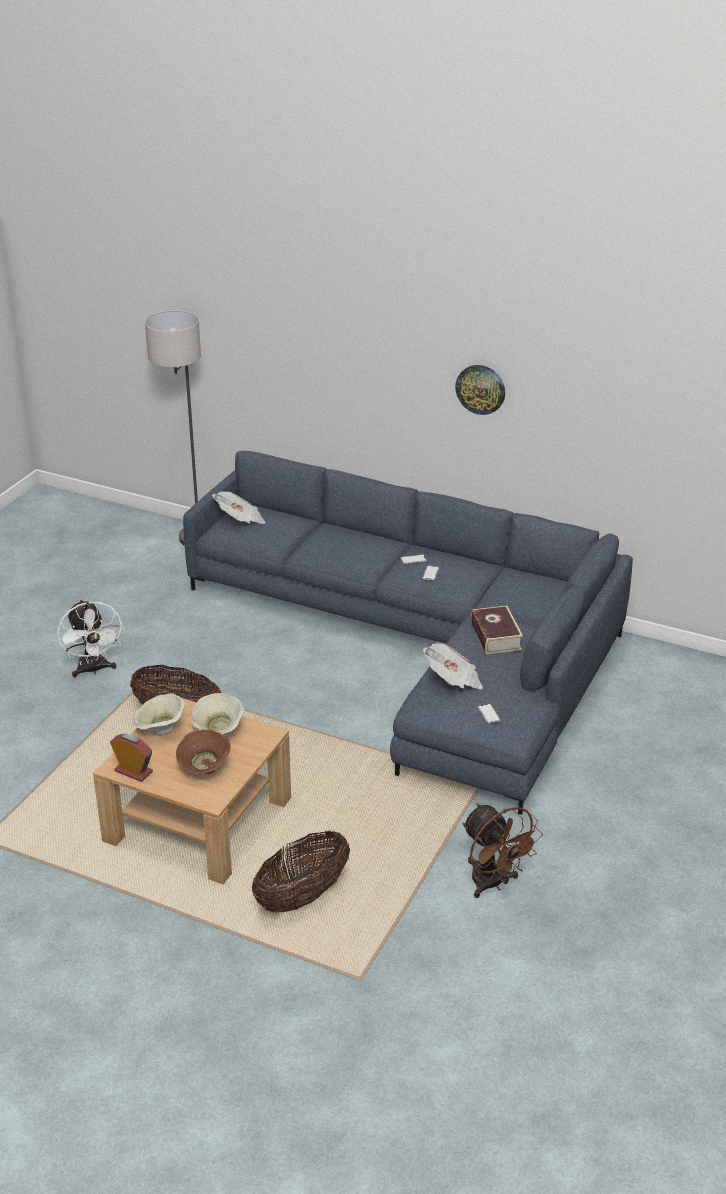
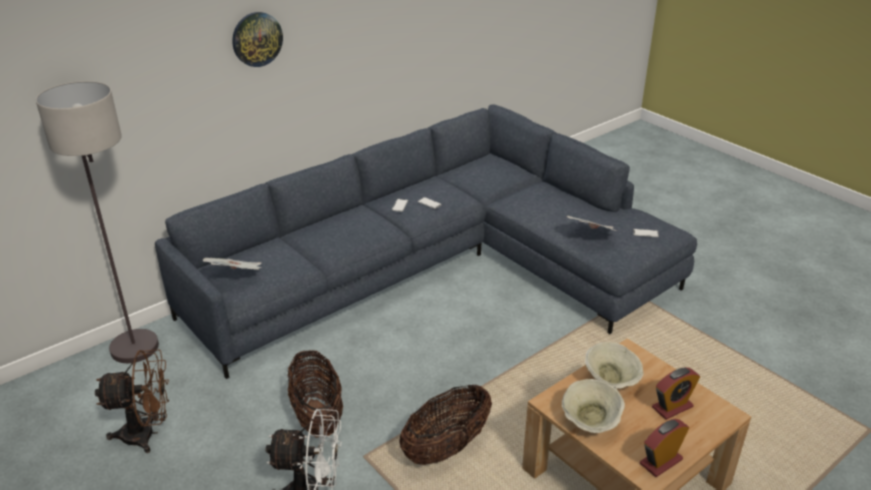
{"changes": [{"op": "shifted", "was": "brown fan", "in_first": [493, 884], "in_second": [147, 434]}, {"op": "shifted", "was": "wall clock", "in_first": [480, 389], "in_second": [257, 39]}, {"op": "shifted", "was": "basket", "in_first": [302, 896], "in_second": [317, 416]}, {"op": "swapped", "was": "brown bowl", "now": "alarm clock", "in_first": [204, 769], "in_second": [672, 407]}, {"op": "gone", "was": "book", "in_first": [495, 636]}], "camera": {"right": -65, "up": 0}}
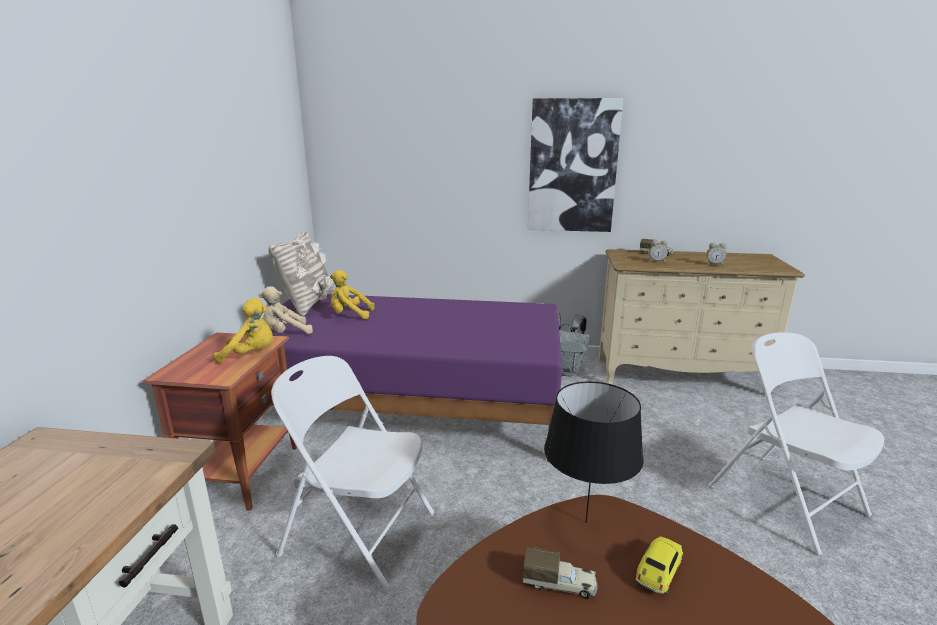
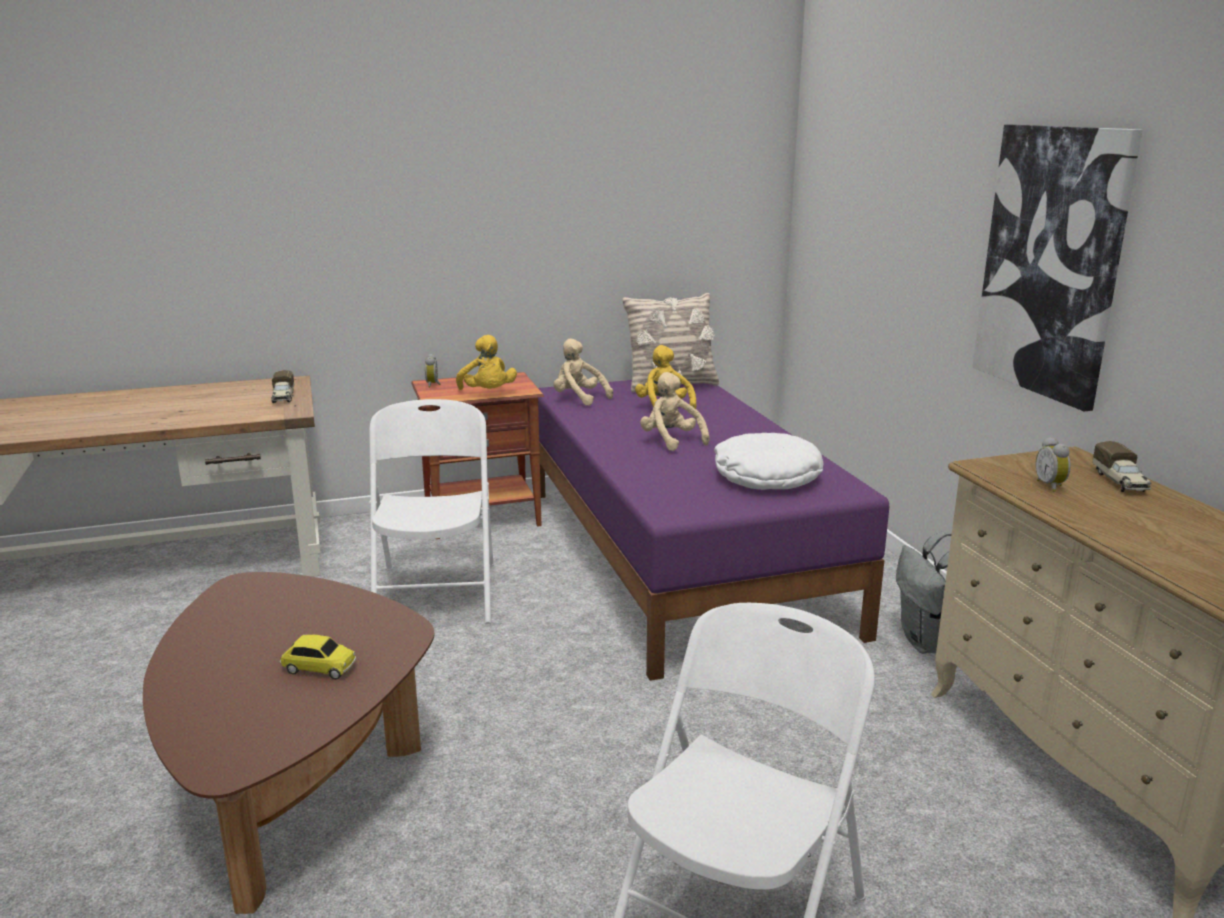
{"changes": [{"op": "shifted", "was": "toy truck", "in_first": [559, 584], "in_second": [283, 397]}, {"op": "shifted", "was": "alarm clock", "in_first": [714, 264], "in_second": [433, 385]}, {"op": "new", "now": "beige plush toy", "in_second": [671, 441]}, {"op": "new", "now": "white pillow", "in_second": [766, 478]}, {"op": "gone", "was": "black table lamp", "in_first": [585, 522]}], "camera": {"right": 65, "up": 0}}
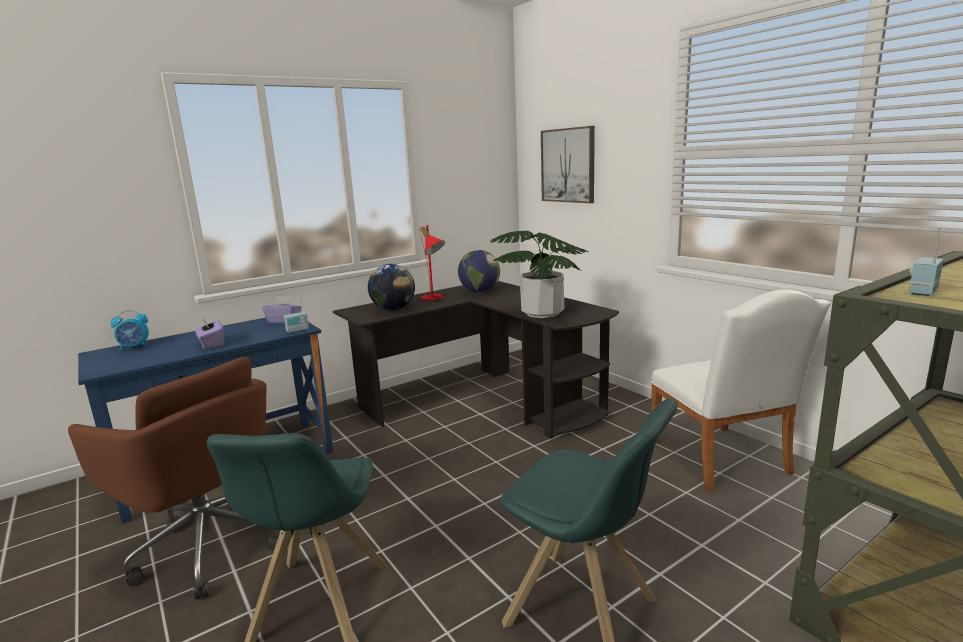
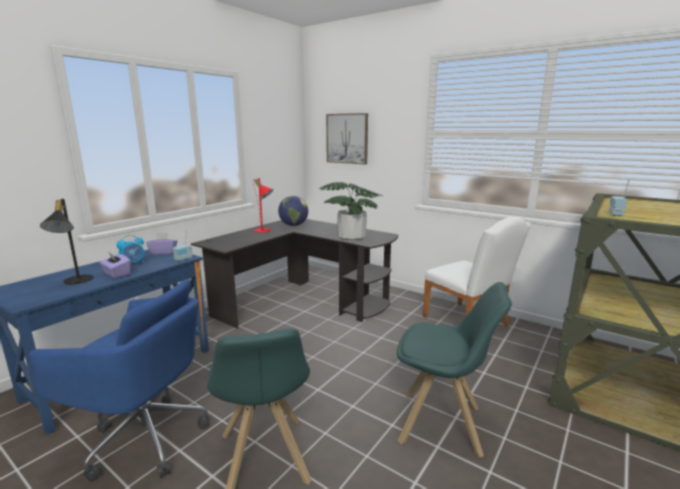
{"changes": [{"op": "repainted", "was": "brown office chair", "now": "blue office chair", "in_first": [205, 548], "in_second": [143, 439]}, {"op": "new", "now": "black table lamp", "in_second": [75, 281]}, {"op": "shifted", "was": "alarm clock", "in_first": [135, 348], "in_second": [134, 263]}, {"op": "gone", "was": "globe", "in_first": [393, 309]}], "camera": {"right": -20, "up": 0}}
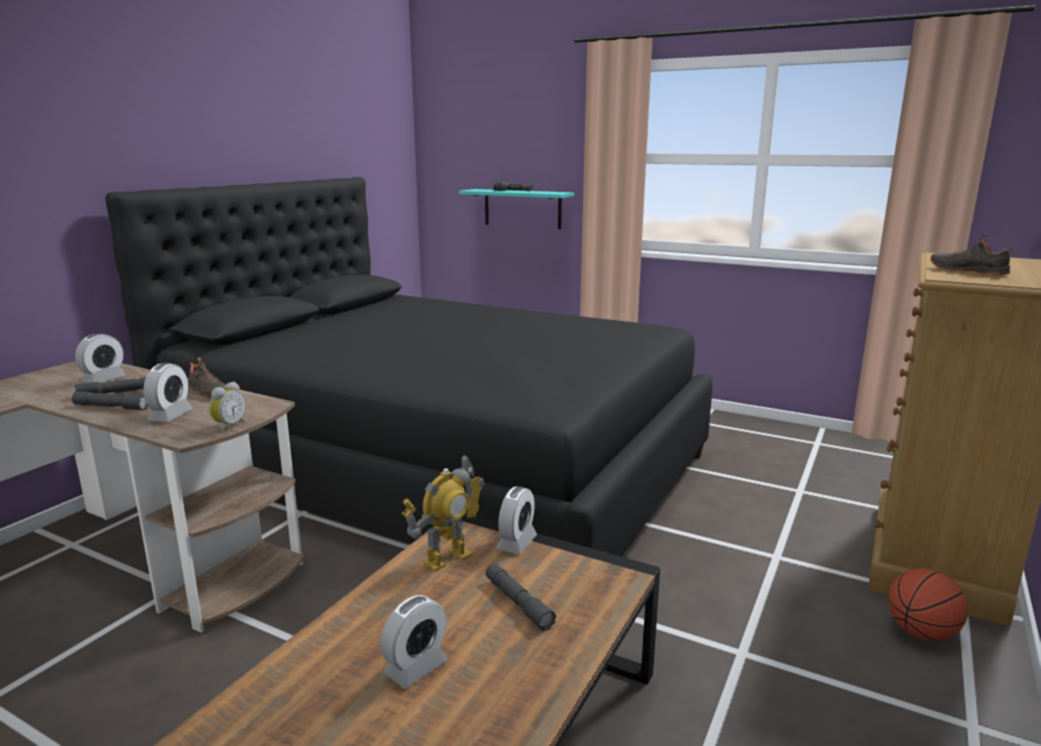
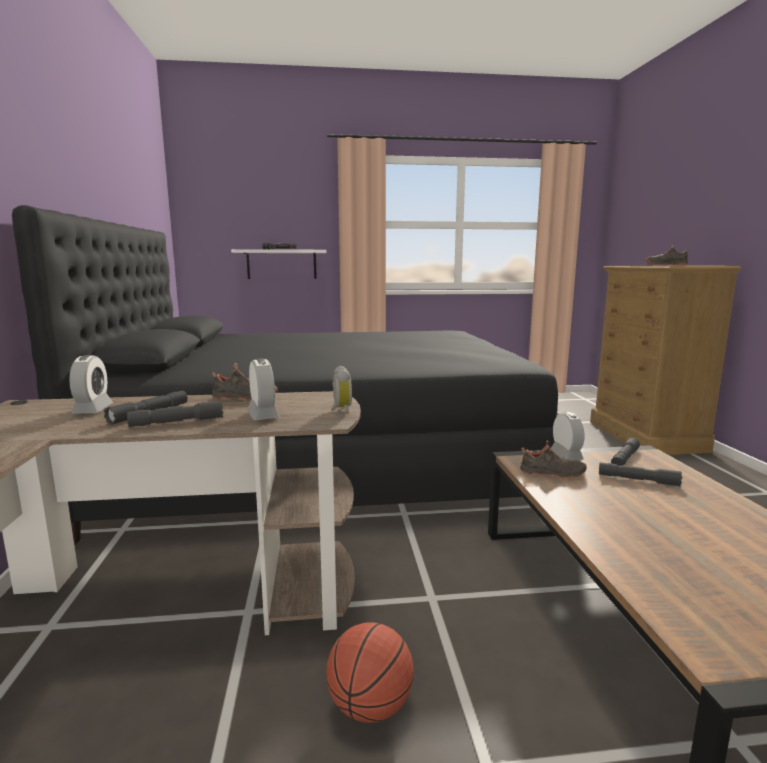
{"changes": [{"op": "repainted", "was": "turquoise shelf", "now": "white shelf", "in_first": [522, 208], "in_second": [281, 264]}, {"op": "shifted", "was": "basketball", "in_first": [921, 633], "in_second": [370, 707]}, {"op": "swapped", "was": "toy robot", "now": "black shoe", "in_first": [447, 558], "in_second": [552, 474]}, {"op": "new", "now": "grey flashlight", "in_second": [624, 459]}, {"op": "gone", "was": "alarm clock", "in_first": [416, 668]}], "camera": {"right": -35, "up": -5}}
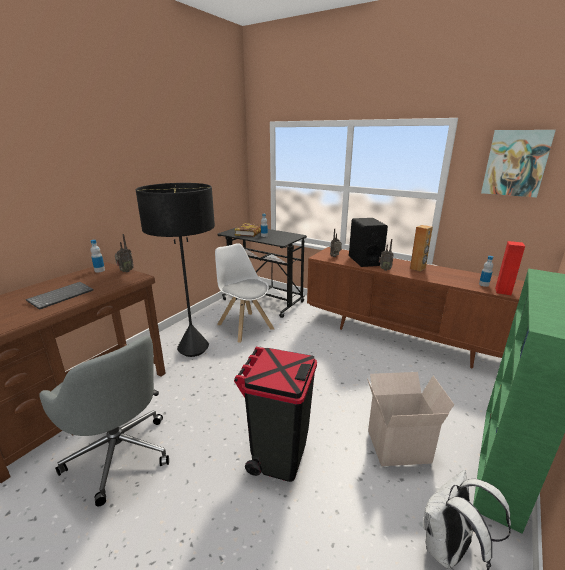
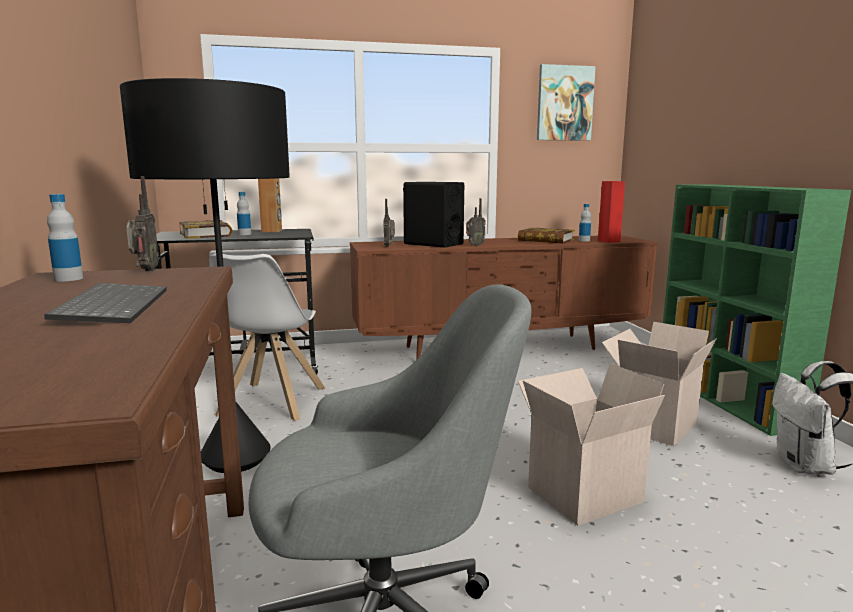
{"changes": [{"op": "rotated", "was": "chair", "in_first": [244, 326], "in_second": [271, 402], "clockwise": -90}, {"op": "shifted", "was": "brown speaker", "in_first": [417, 268], "in_second": [272, 231]}, {"op": "new", "now": "book", "in_second": [545, 240]}, {"op": "swapped", "was": "black trash can", "now": "cardboard box", "in_first": [279, 455], "in_second": [583, 493]}], "camera": {"right": -45, "up": -10}}
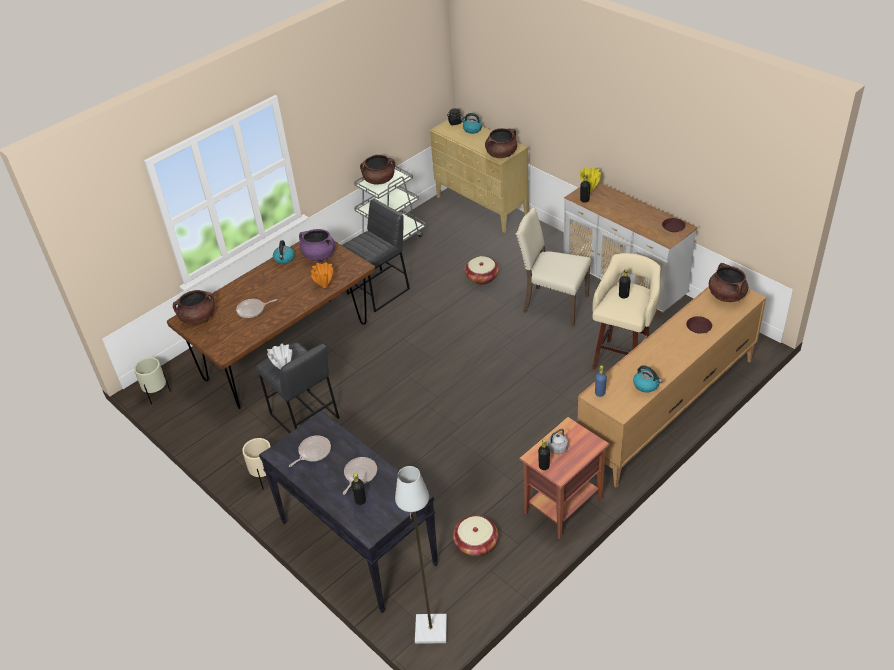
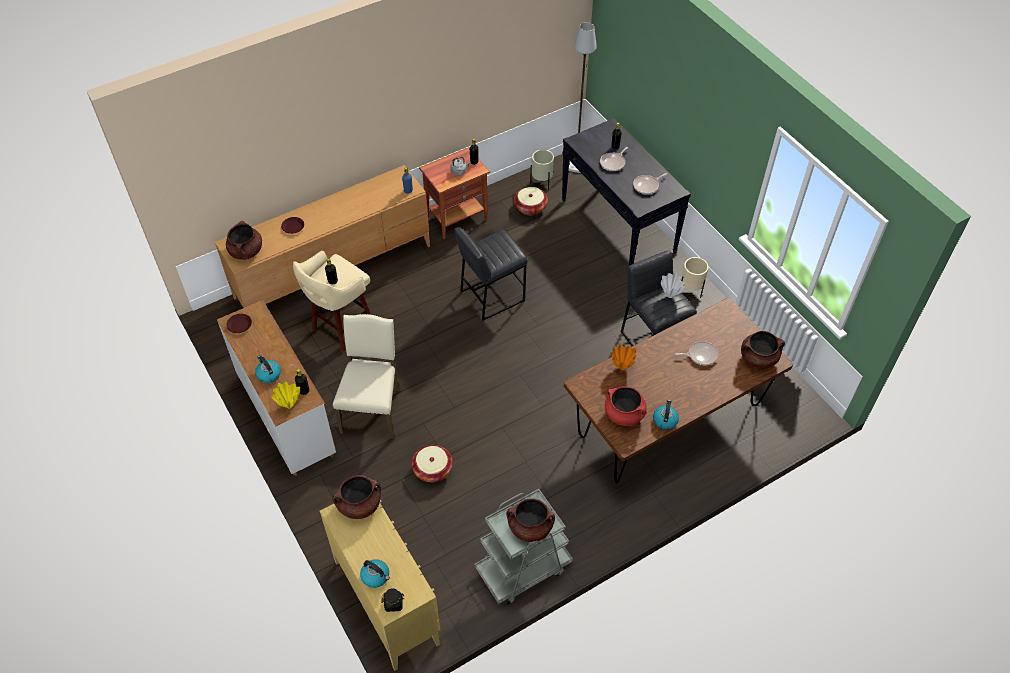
{"changes": [{"op": "shifted", "was": "kettle", "in_first": [646, 385], "in_second": [268, 374]}, {"op": "rotated", "was": "beige chair", "in_first": [553, 304], "in_second": [373, 409], "clockwise": -120}, {"op": "shifted", "was": "grey stool", "in_first": [379, 291], "in_second": [491, 296]}, {"op": "shifted", "was": "beige planter", "in_first": [157, 395], "in_second": [542, 183]}, {"op": "repainted", "was": "purple cooking pot", "now": "red cooking pot", "in_first": [319, 255], "in_second": [624, 414]}], "camera": {"right": -170, "up": 10}}
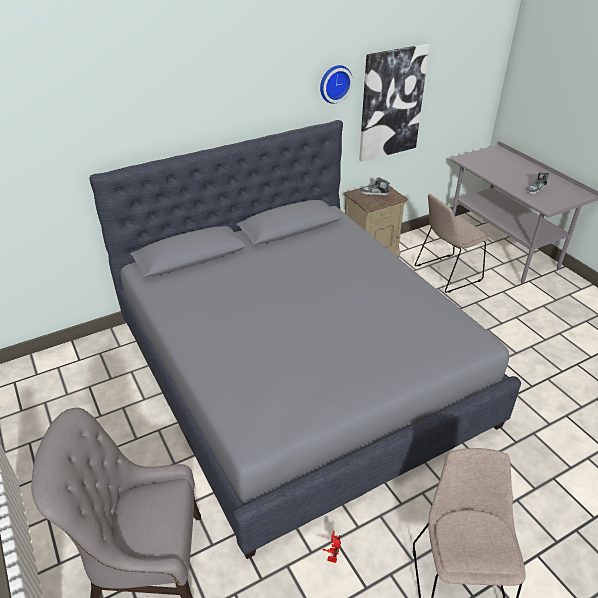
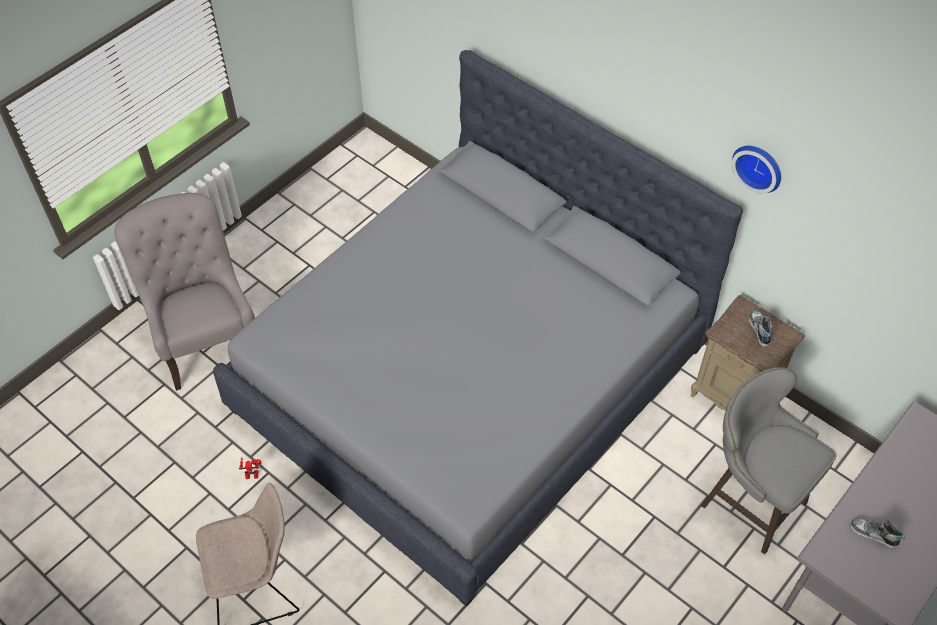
{"changes": [{"op": "swapped", "was": "beige chair", "now": "grey stool", "in_first": [446, 274], "in_second": [749, 501]}, {"op": "gone", "was": "picture", "in_first": [391, 103]}], "camera": {"right": 70, "up": 15}}
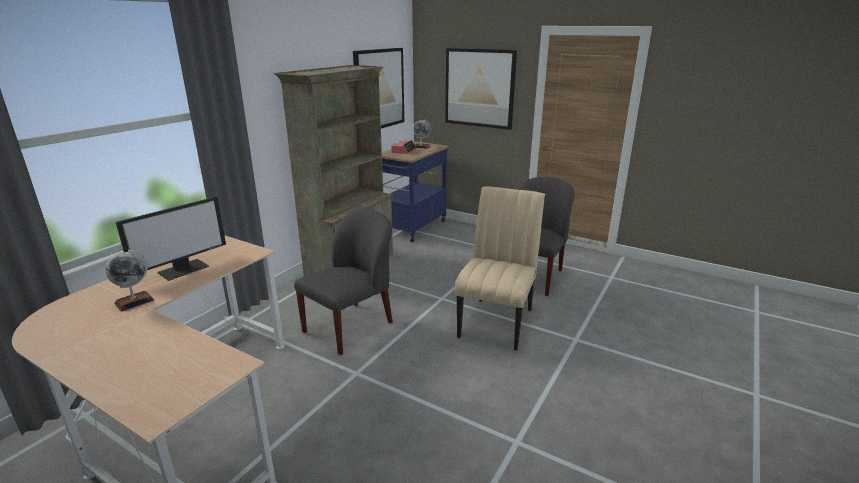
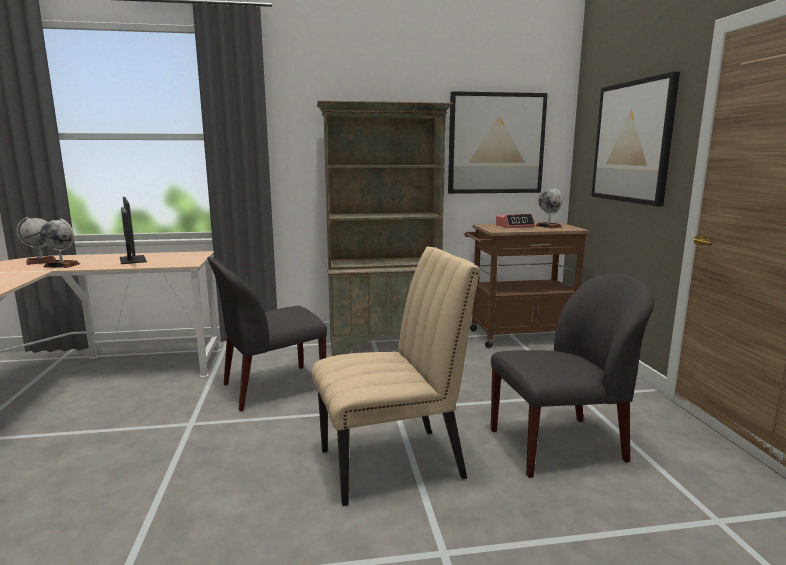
{"changes": [{"op": "new", "now": "globe", "in_second": [41, 261]}, {"op": "rotated", "was": "monitor", "in_first": [183, 269], "in_second": [132, 259], "clockwise": -120}, {"op": "rotated", "was": "grey chair", "in_first": [350, 327], "in_second": [271, 388], "clockwise": 150}, {"op": "repainted", "was": "blue cart", "now": "brown cart", "in_first": [412, 228], "in_second": [517, 337]}], "camera": {"right": 50, "up": -10}}
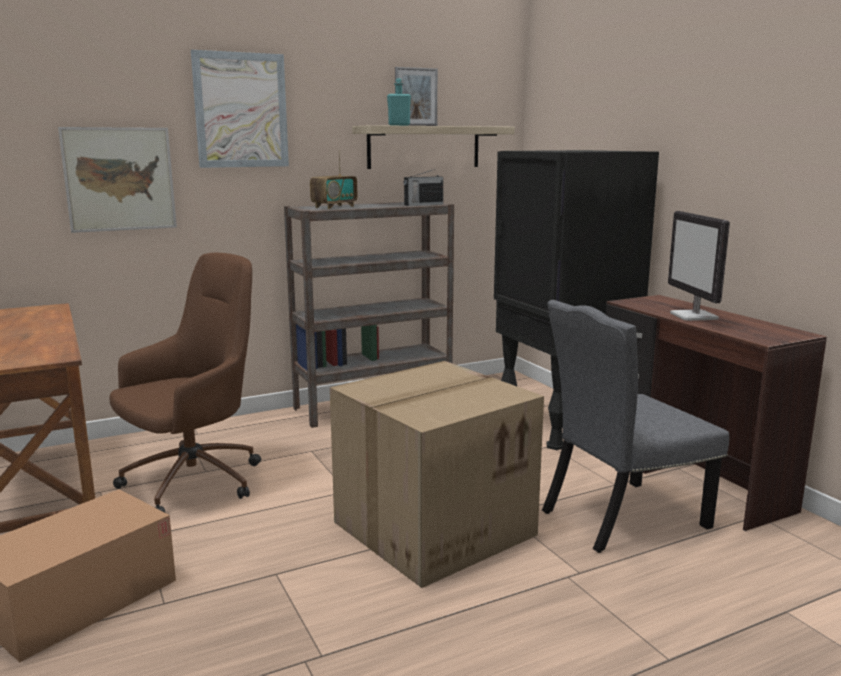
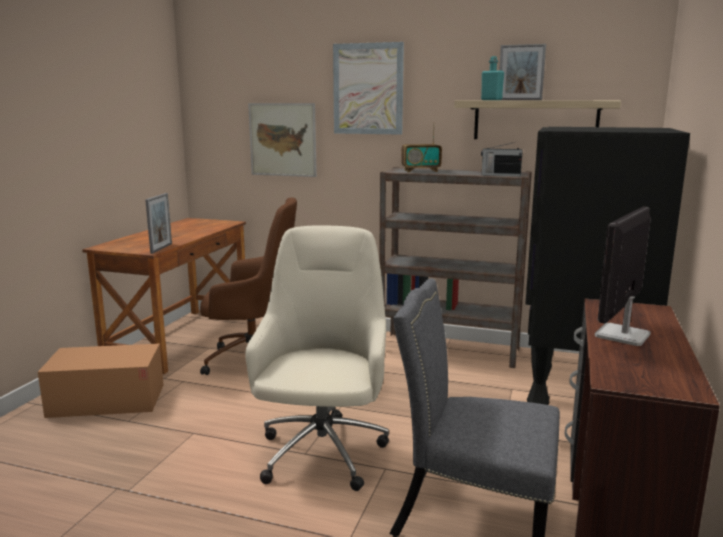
{"changes": [{"op": "new", "now": "picture frame", "in_second": [161, 248]}, {"op": "swapped", "was": "cardboard box", "now": "beige office chair", "in_first": [434, 526], "in_second": [322, 452]}], "camera": {"right": 45, "up": 0}}
